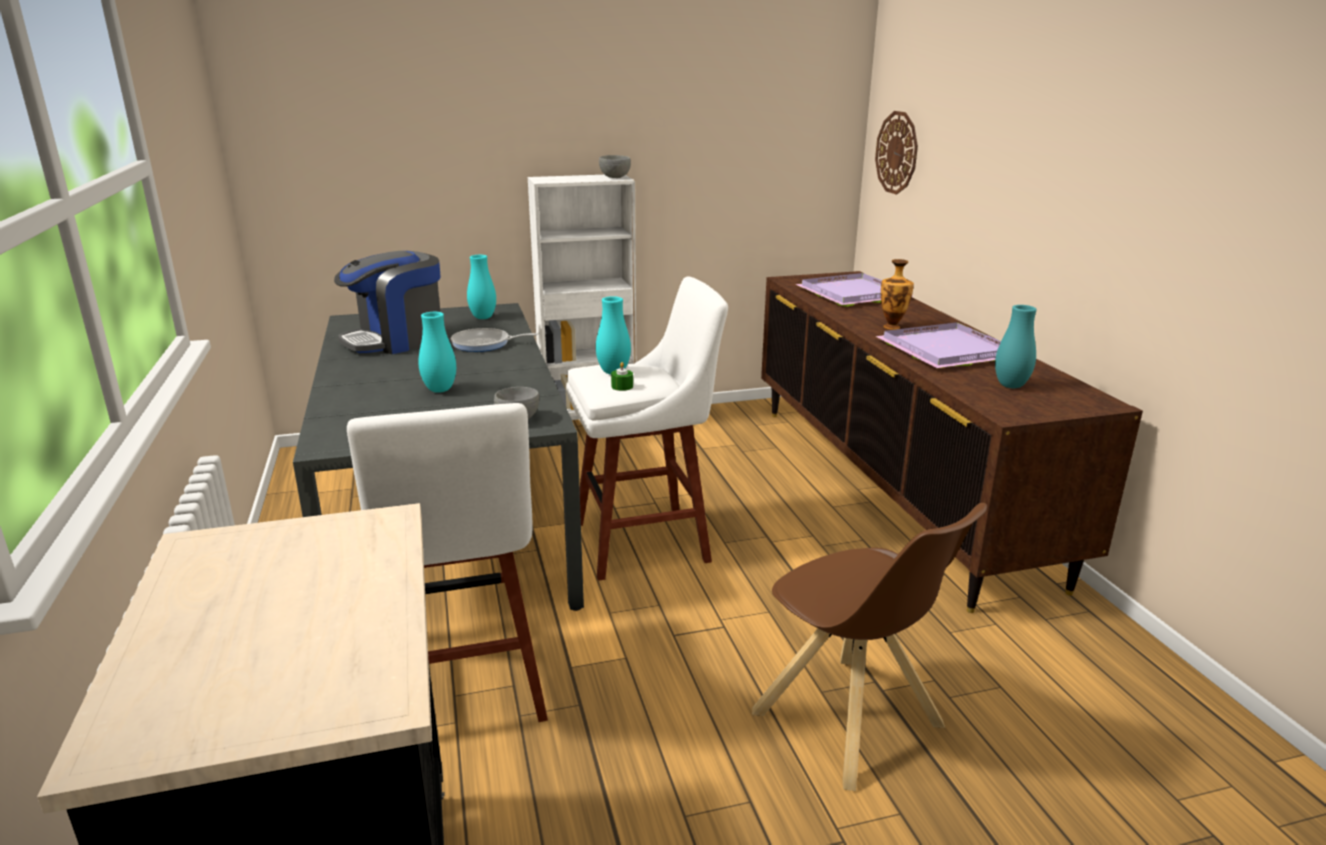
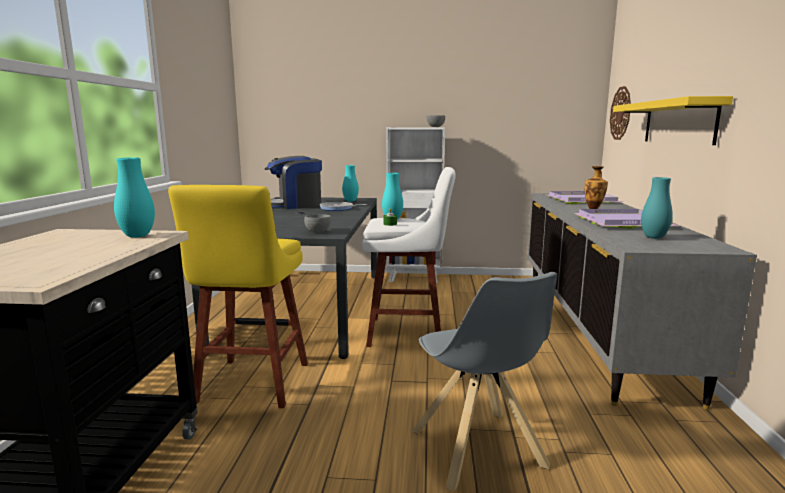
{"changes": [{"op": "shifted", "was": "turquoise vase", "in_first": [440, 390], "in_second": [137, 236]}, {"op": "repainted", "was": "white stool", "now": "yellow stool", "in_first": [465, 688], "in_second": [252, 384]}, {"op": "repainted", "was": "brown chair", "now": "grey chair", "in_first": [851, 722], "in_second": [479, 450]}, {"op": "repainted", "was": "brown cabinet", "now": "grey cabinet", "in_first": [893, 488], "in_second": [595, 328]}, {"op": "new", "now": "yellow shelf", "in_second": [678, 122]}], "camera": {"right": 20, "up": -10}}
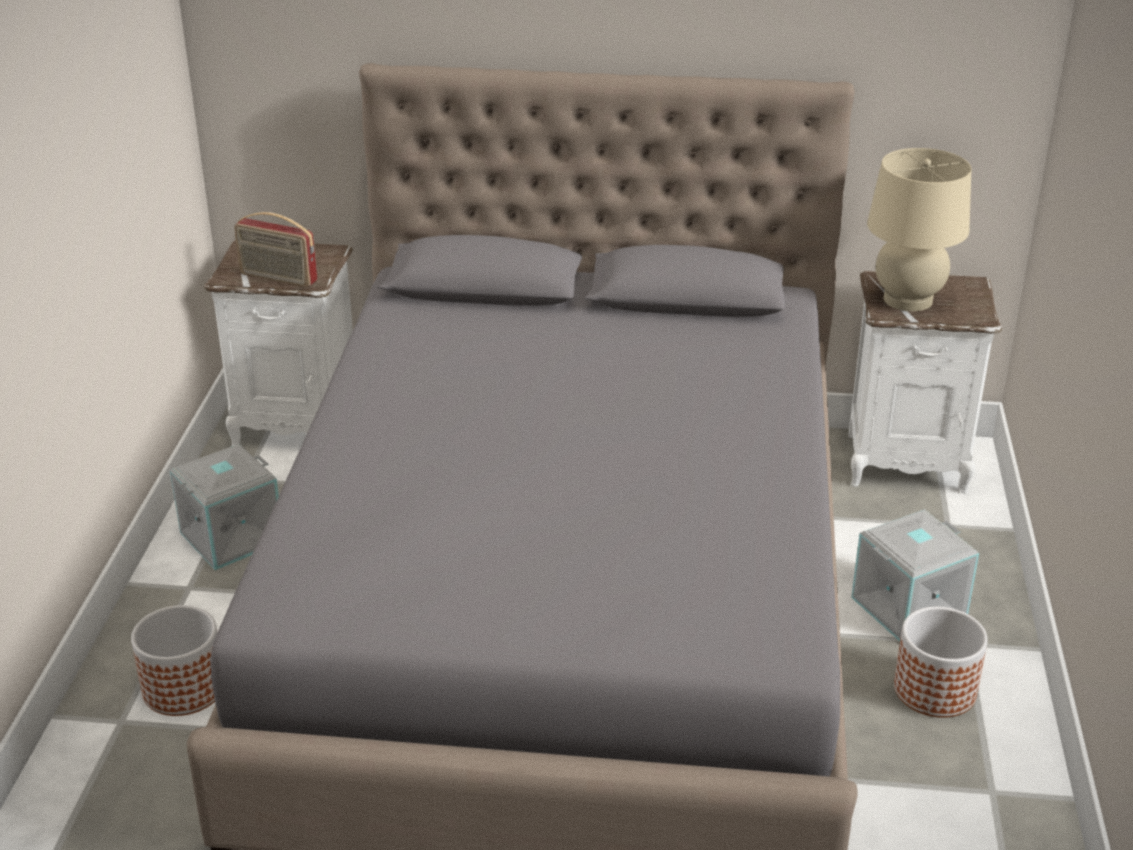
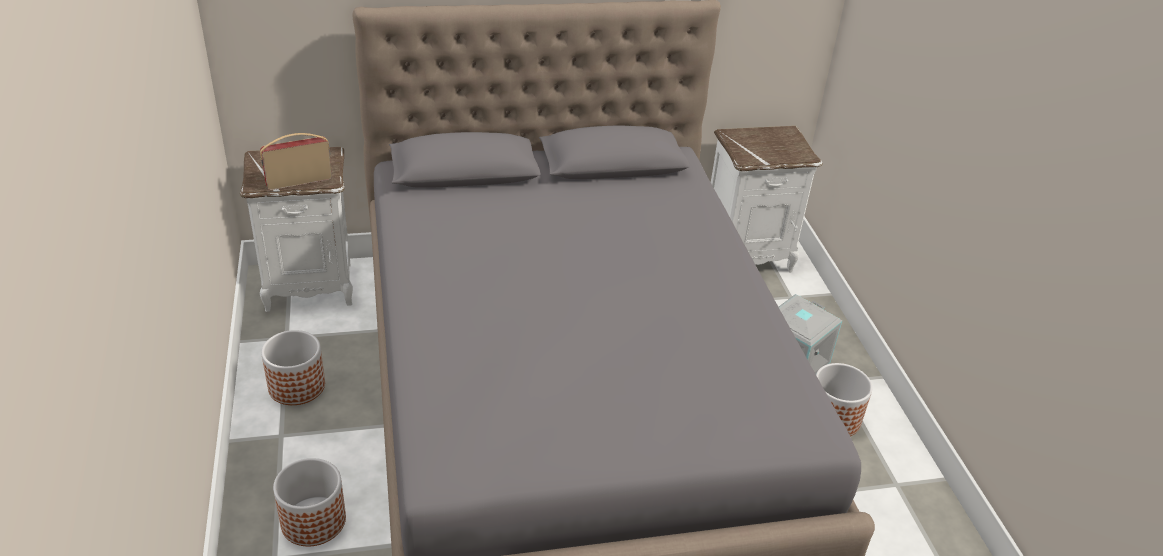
{"changes": [{"op": "rotated", "was": "radio", "in_first": [278, 278], "in_second": [299, 181], "clockwise": 150}, {"op": "swapped", "was": "grey storage box", "now": "planter", "in_first": [231, 536], "in_second": [297, 386]}, {"op": "gone", "was": "beige table lamp", "in_first": [908, 300]}], "camera": {"right": -20, "up": 5}}
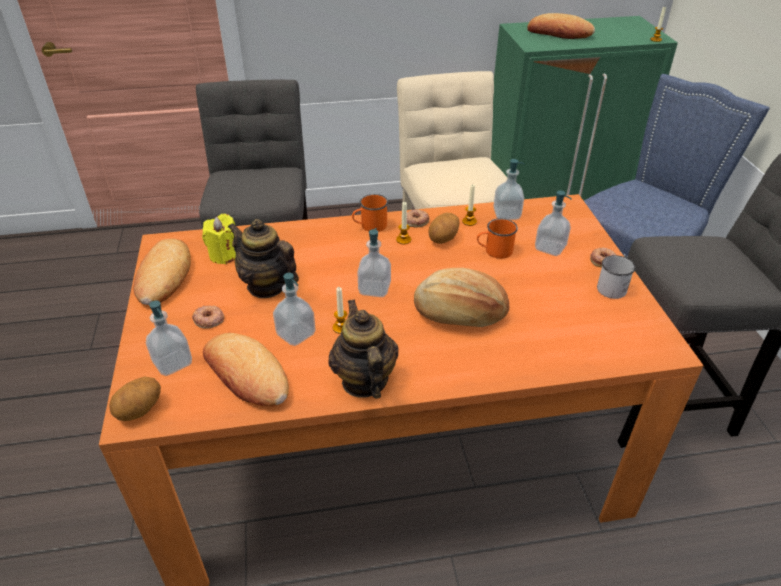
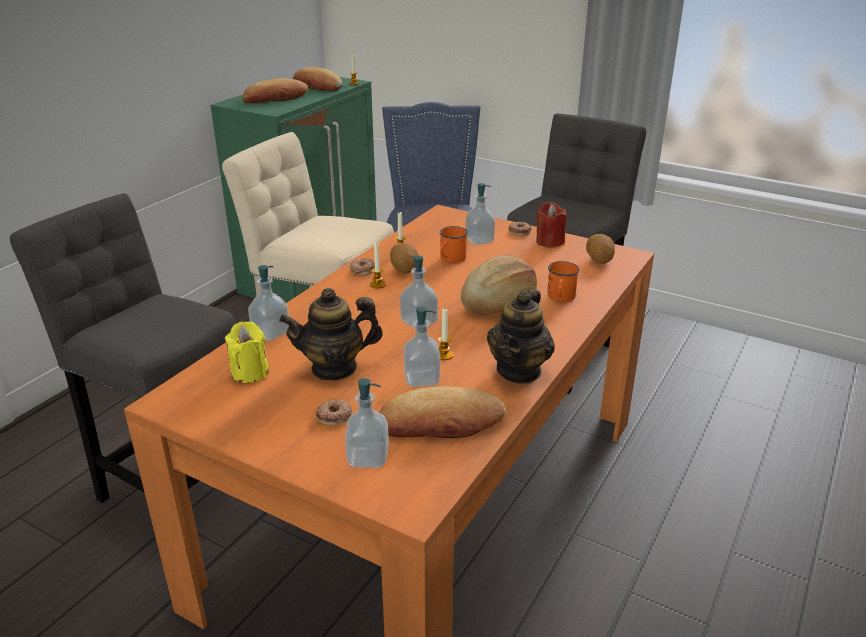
{"changes": [{"op": "shifted", "was": "soap dispenser", "in_first": [506, 214], "in_second": [271, 333]}, {"op": "shifted", "was": "bread", "in_first": [164, 276], "in_second": [318, 85]}, {"op": "rotated", "was": "teapot", "in_first": [364, 381], "in_second": [519, 370], "clockwise": -90}, {"op": "swapped", "was": "white mug", "now": "red candle", "in_first": [612, 286], "in_second": [549, 241]}, {"op": "shifted", "was": "orange mug", "in_first": [370, 226], "in_second": [560, 297]}, {"op": "shifted", "was": "potato", "in_first": [140, 411], "in_second": [599, 260]}], "camera": {"right": -50, "up": -10}}
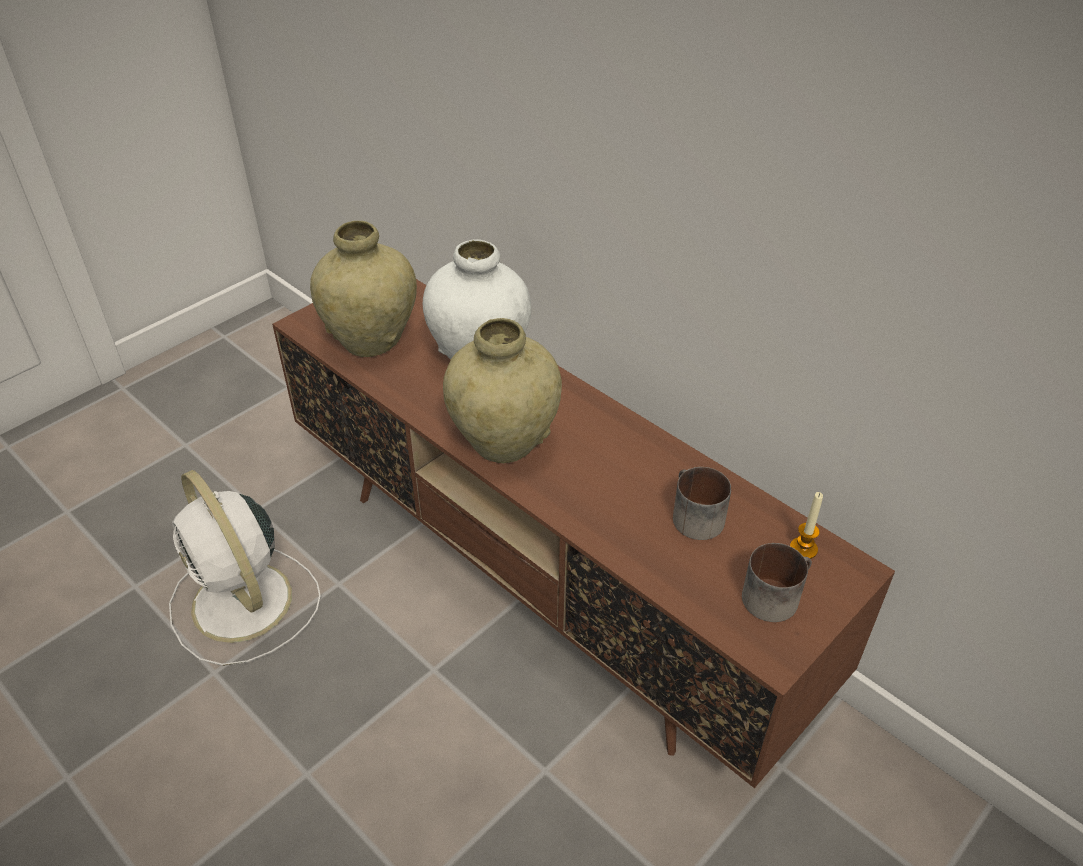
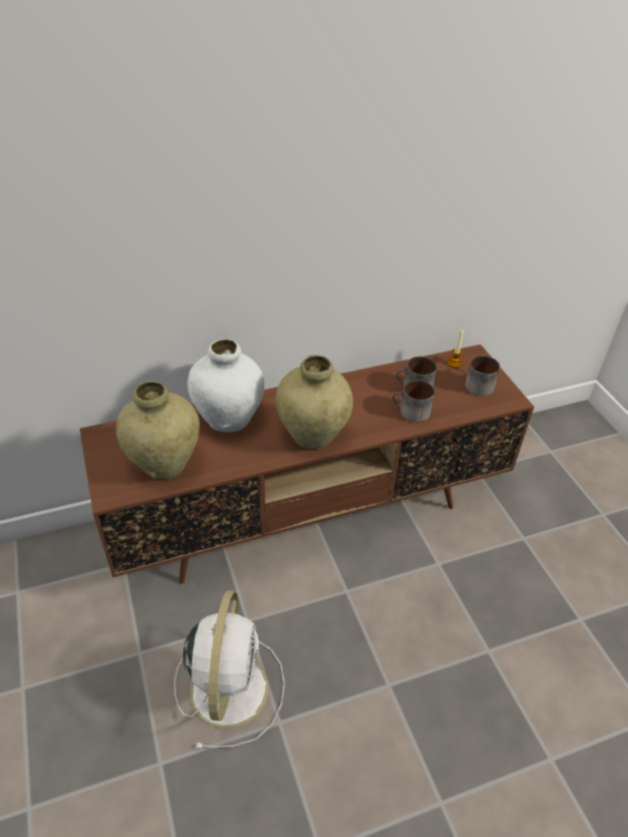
{"changes": [{"op": "rotated", "was": "white fan", "in_first": [244, 605], "in_second": [229, 686], "clockwise": -75}, {"op": "new", "now": "mug", "in_second": [410, 412]}], "camera": {"right": -65, "up": 0}}
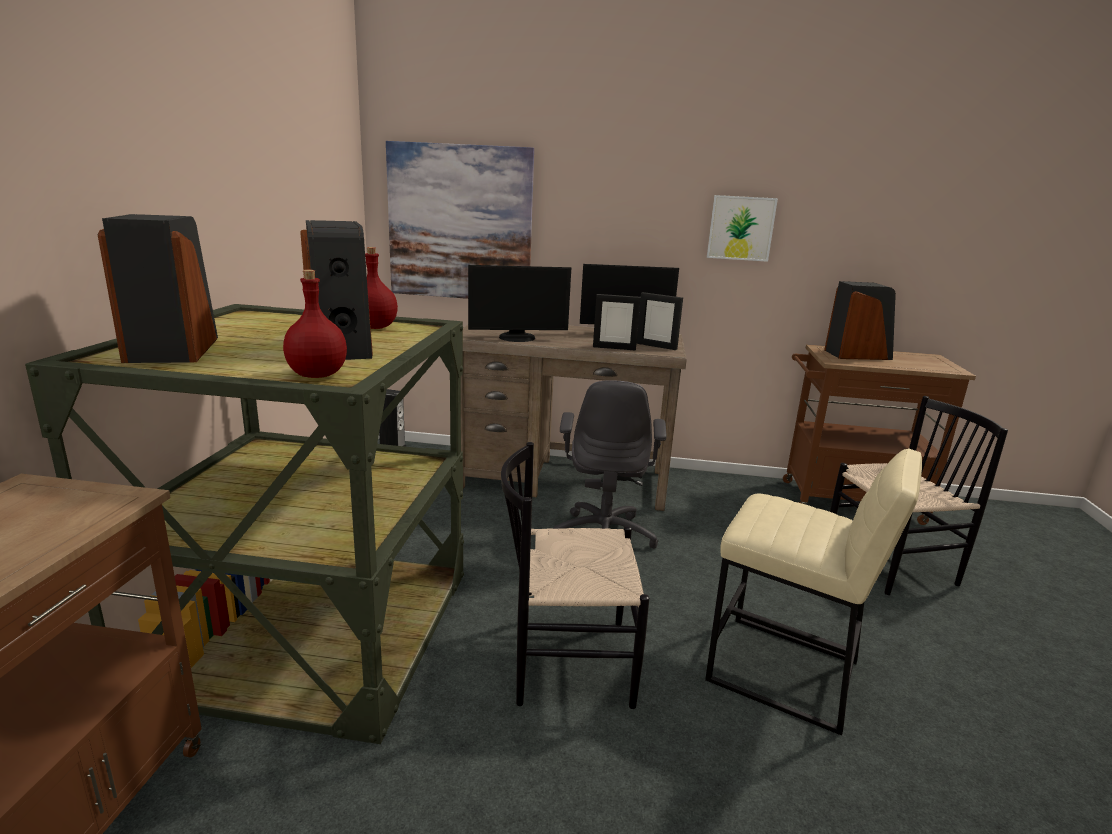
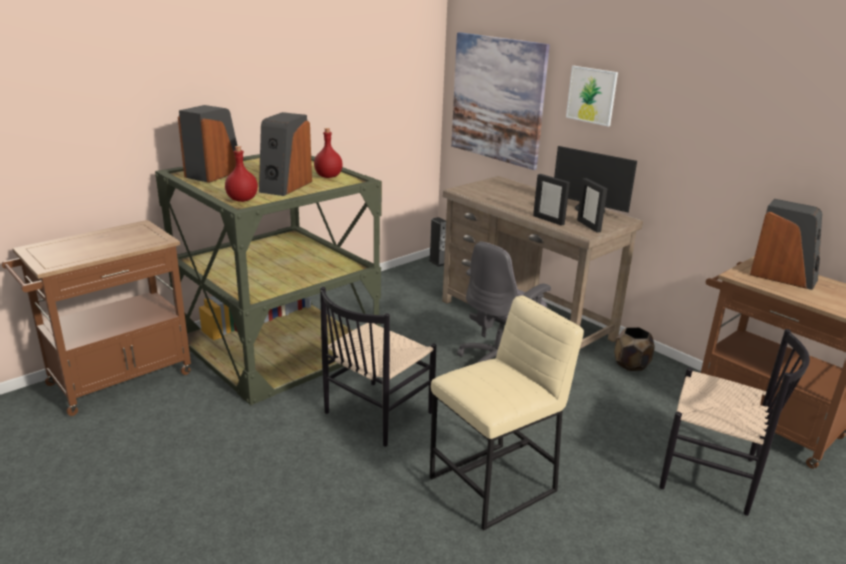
{"changes": [{"op": "rotated", "was": "black chair", "in_first": [566, 660], "in_second": [375, 415], "clockwise": -90}, {"op": "rotated", "was": "beige chair", "in_first": [785, 672], "in_second": [494, 483], "clockwise": -105}, {"op": "shifted", "was": "picture", "in_first": [741, 228], "in_second": [591, 95]}, {"op": "new", "now": "brown planter", "in_second": [630, 364]}, {"op": "gone", "was": "monitor", "in_first": [517, 338]}], "camera": {"right": 40, "up": 5}}
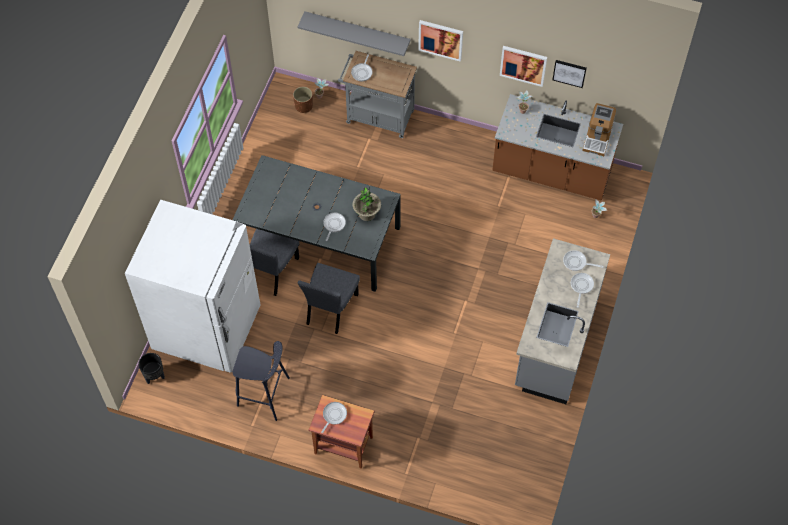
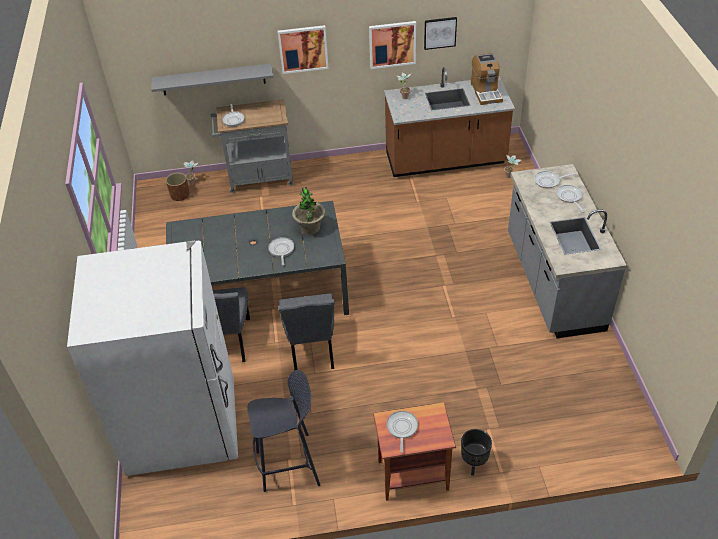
{"changes": [{"op": "shifted", "was": "black planter", "in_first": [154, 376], "in_second": [473, 464]}], "camera": {"right": -25, "up": -15}}
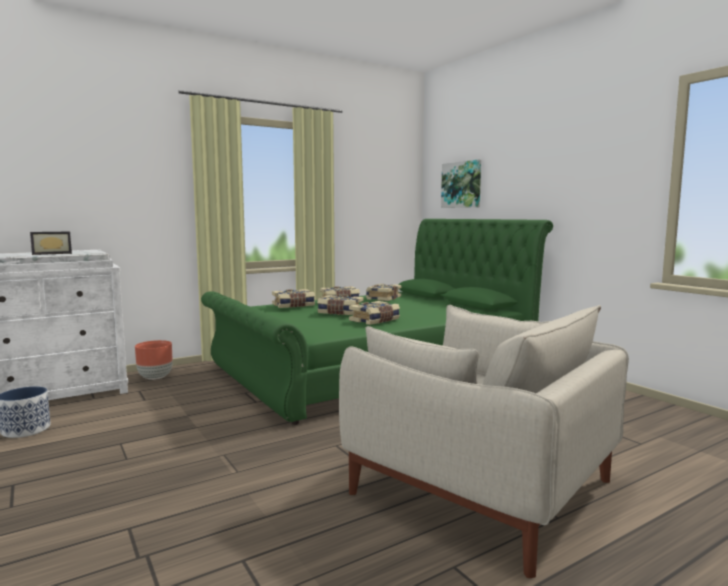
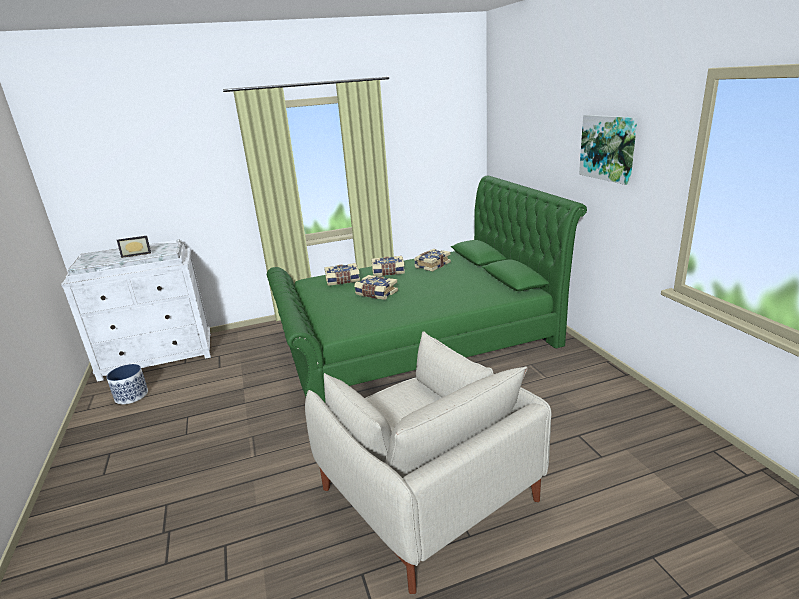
{"changes": [{"op": "shifted", "was": "picture", "in_first": [461, 185], "in_second": [608, 148]}, {"op": "gone", "was": "brown planter", "in_first": [155, 378]}, {"op": "gone", "was": "book", "in_first": [375, 321]}], "camera": {"right": 15, "up": 15}}
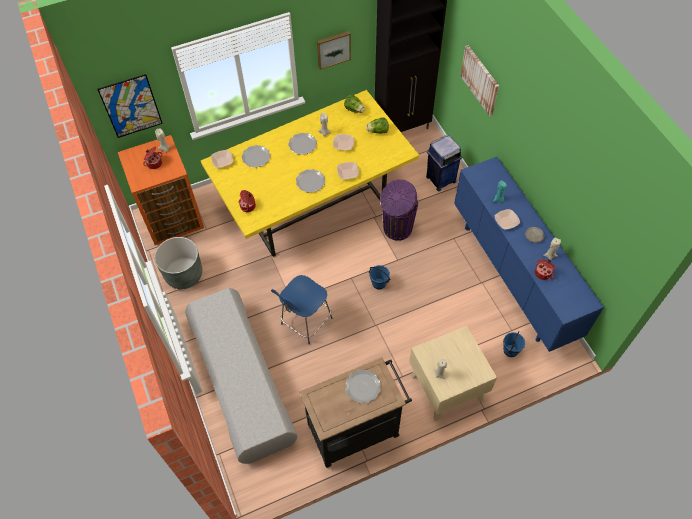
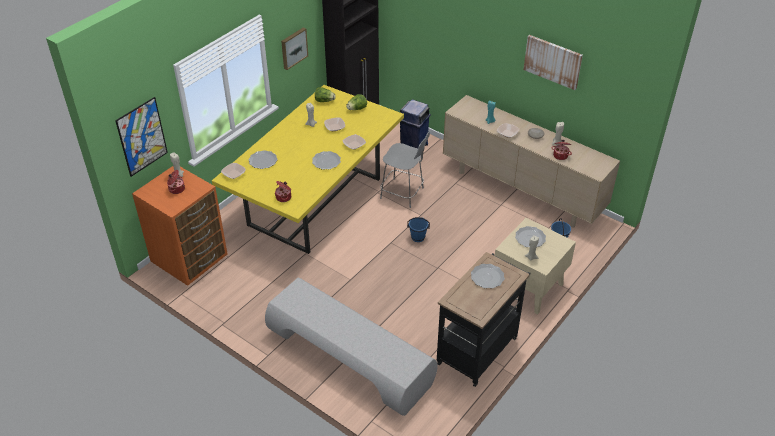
{"changes": [{"op": "swapped", "was": "purple trash can", "now": "grey chair", "in_first": [396, 229], "in_second": [403, 193]}, {"op": "repainted", "was": "blue cabinet", "now": "beige cabinet", "in_first": [513, 276], "in_second": [522, 191]}, {"op": "shifted", "was": "plate", "in_first": [302, 144], "in_second": [530, 238]}, {"op": "shifted", "was": "picture", "in_first": [480, 80], "in_second": [553, 61]}, {"op": "gone", "was": "grey planter", "in_first": [184, 274]}, {"op": "gone", "was": "blue chair", "in_first": [305, 322]}], "camera": {"right": -30, "up": -15}}
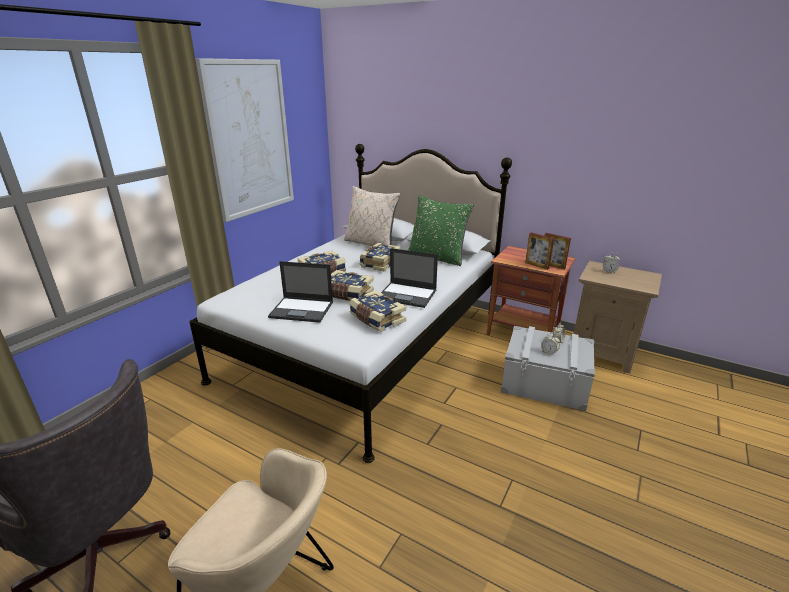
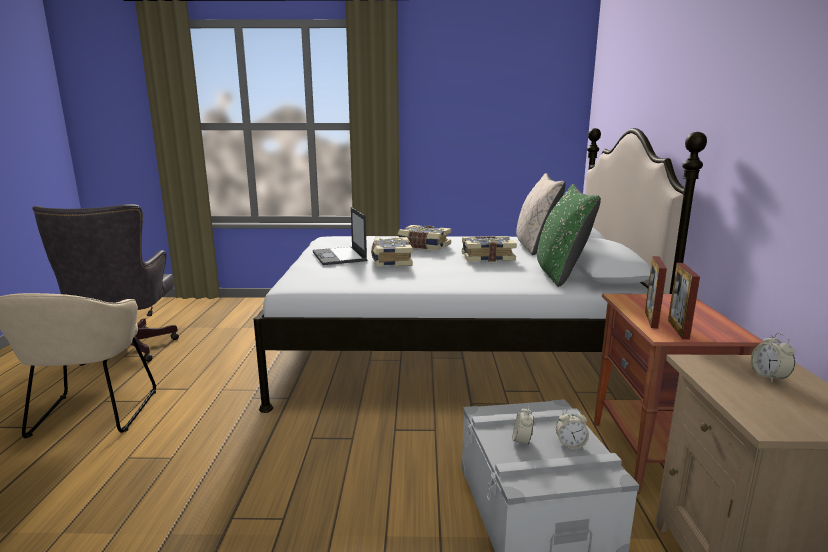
{"changes": [{"op": "gone", "was": "picture", "in_first": [250, 139]}, {"op": "gone", "was": "book", "in_first": [376, 319]}, {"op": "gone", "was": "laptop", "in_first": [407, 295]}], "camera": {"right": 60, "up": -10}}
